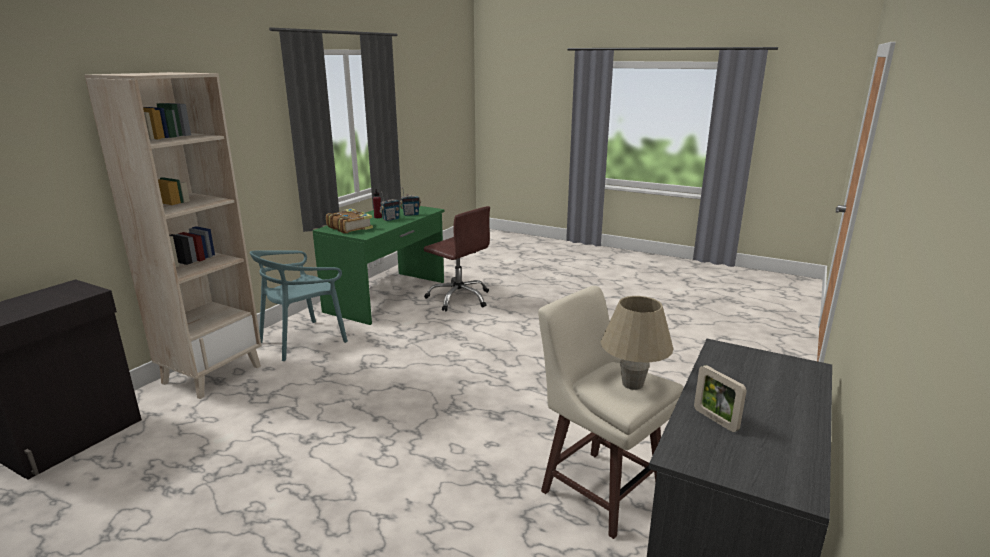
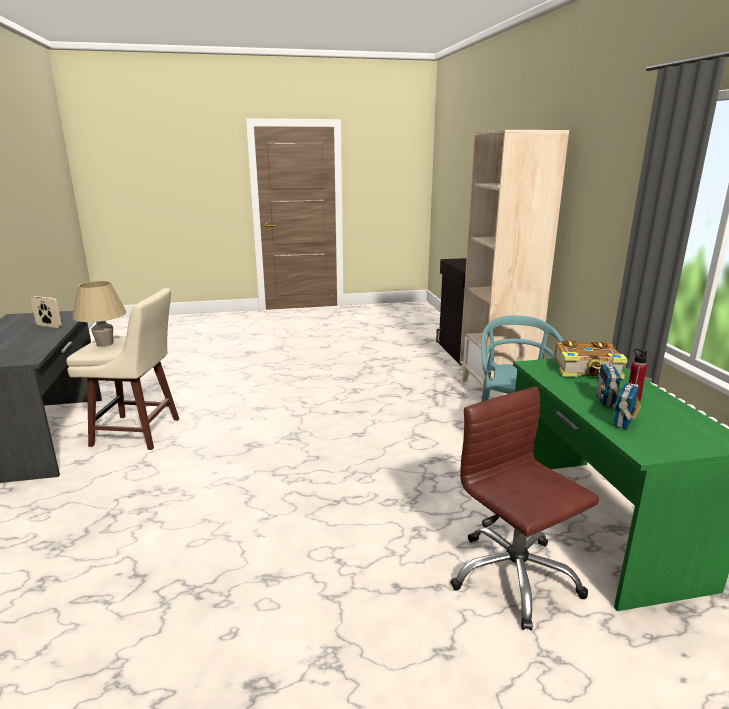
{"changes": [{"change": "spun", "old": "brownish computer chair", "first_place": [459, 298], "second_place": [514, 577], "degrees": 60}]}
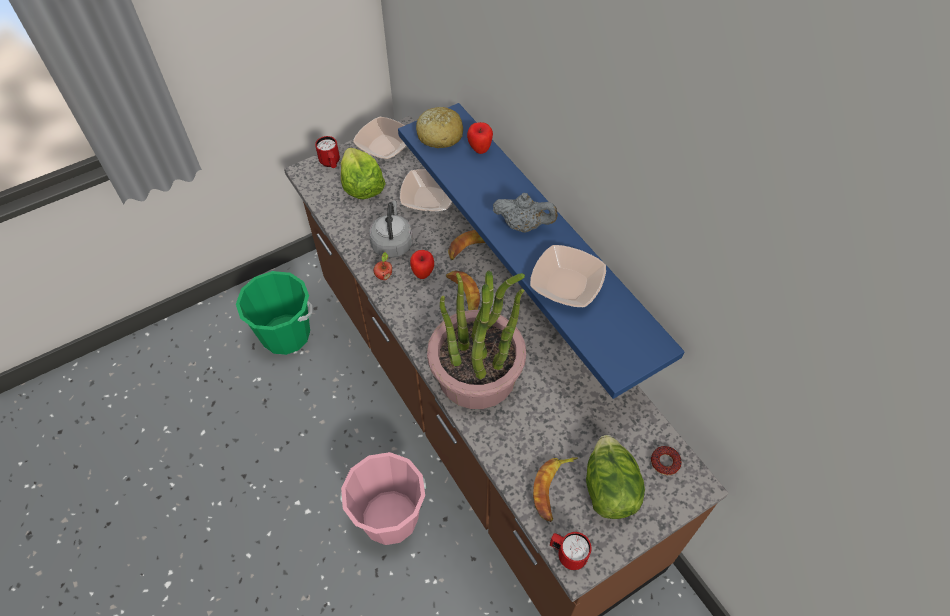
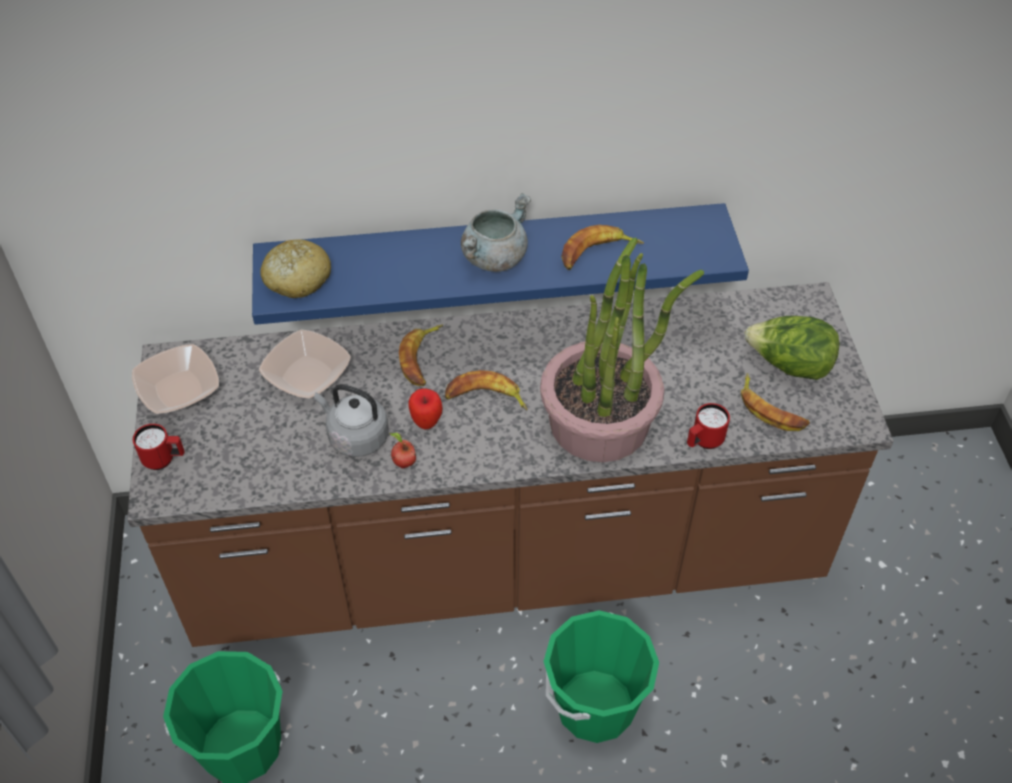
{"changes": [{"change": "missing", "old": "lettuce", "first_place": [362, 186]}, {"change": "missing", "old": "apple", "first_place": [480, 150]}, {"change": "missing", "old": "doughnut", "first_place": [665, 462]}, {"change": "relocated", "old": "red coffee mug", "first_place": [567, 554], "second_place": [703, 442]}, {"change": "exchanged", "old": "greyish tea pot", "new": "greyish saucepot", "first_place": [523, 225], "second_place": [494, 257]}, {"change": "exchanged", "old": "bowl", "new": "banana", "first_place": [566, 284], "second_place": [597, 253]}, {"change": "colour", "old": "pinkish bucket", "new": "green-coloured bucket", "first_place": [390, 517], "second_place": [594, 706]}]}
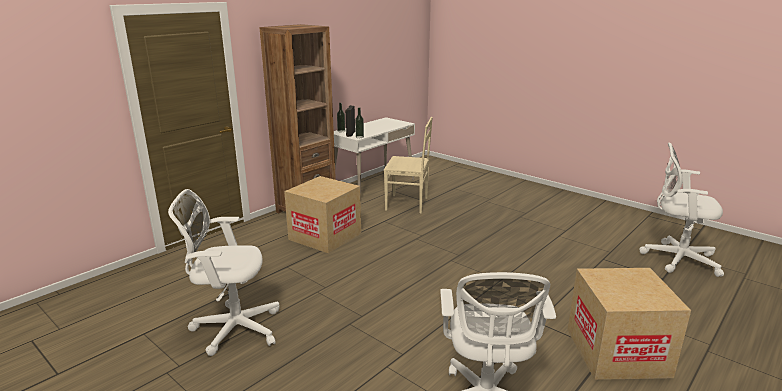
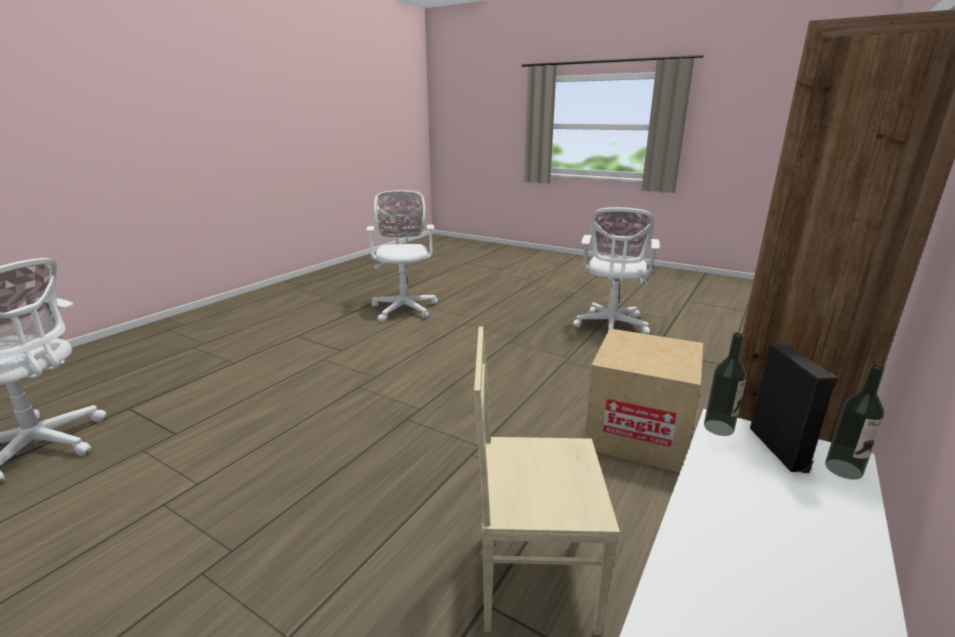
{"changes": [{"change": "missing", "old": "cardboard box", "first_place": [617, 352]}, {"change": "spun", "old": "white-coloured computer chair", "first_place": [233, 328], "second_place": [611, 327], "degrees": 120}]}
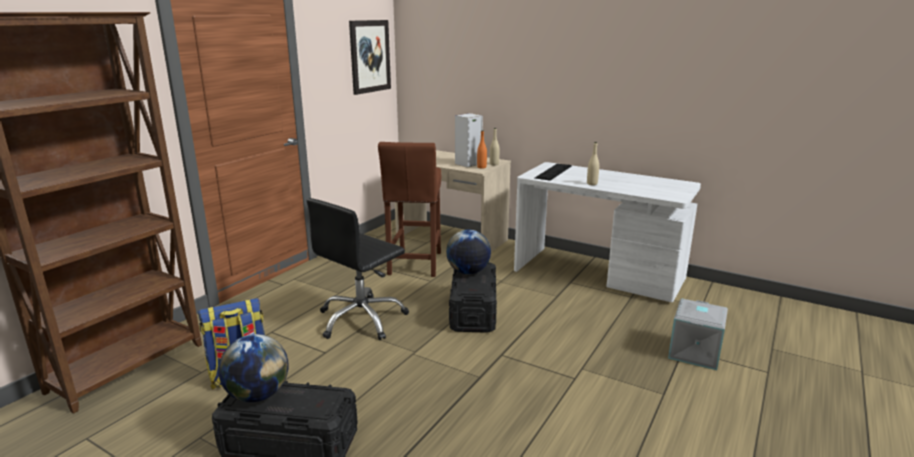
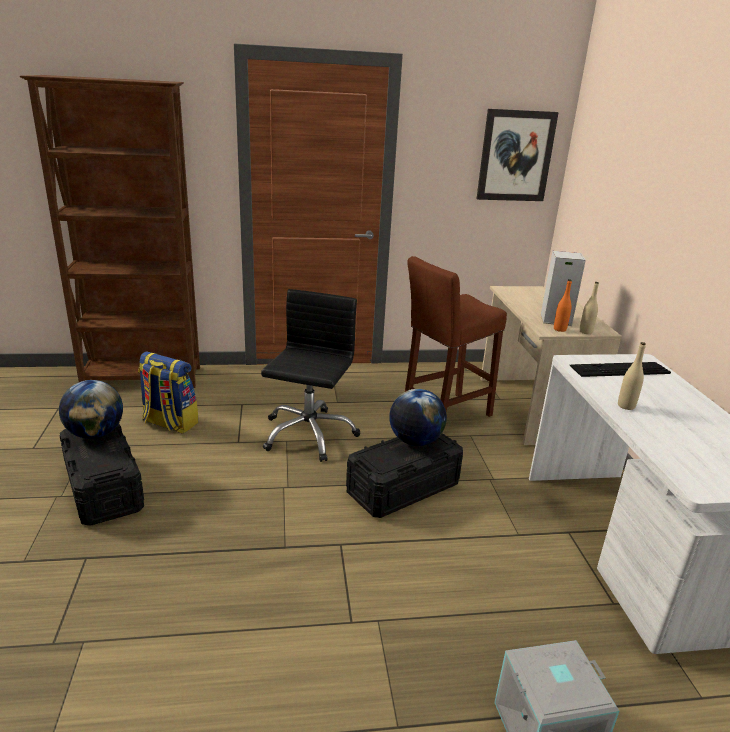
{"changes": [{"change": "spun", "old": "black-coloured computer chair", "first_place": [362, 319], "second_place": [308, 434], "degrees": 105}]}
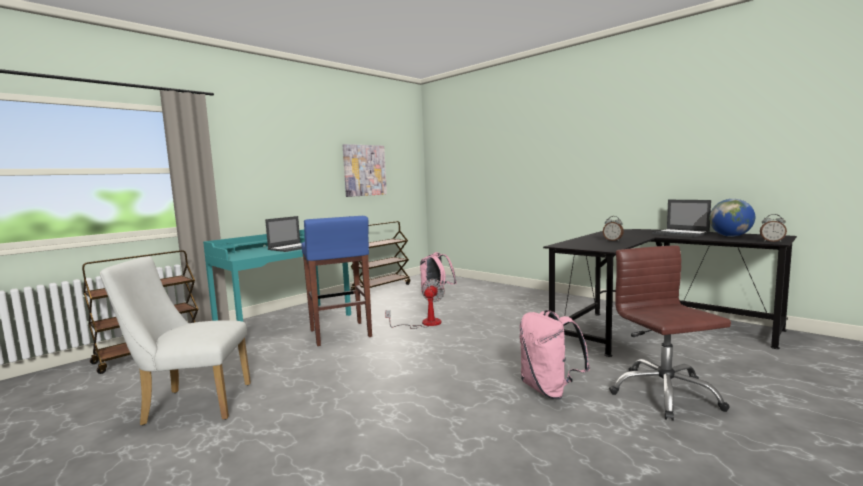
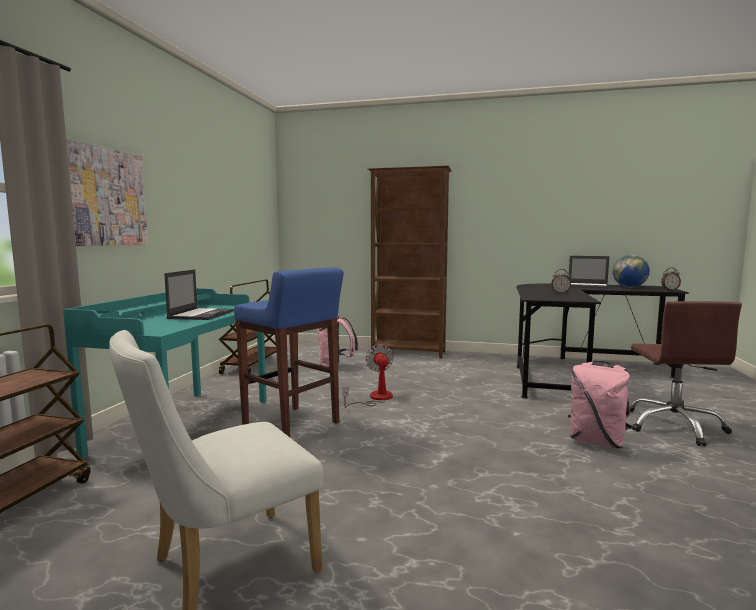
{"changes": [{"change": "appeared", "new": "brownish shelving unit", "second_place": [409, 353]}, {"change": "relocated", "old": "wall art", "first_place": [364, 170], "second_place": [106, 197]}, {"change": "spun", "old": "brownish computer chair", "first_place": [664, 394], "second_place": [674, 426], "degrees": -135}]}
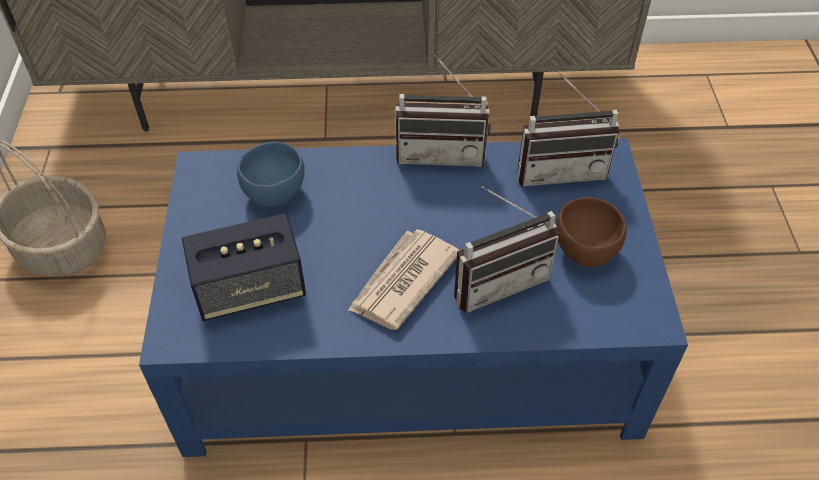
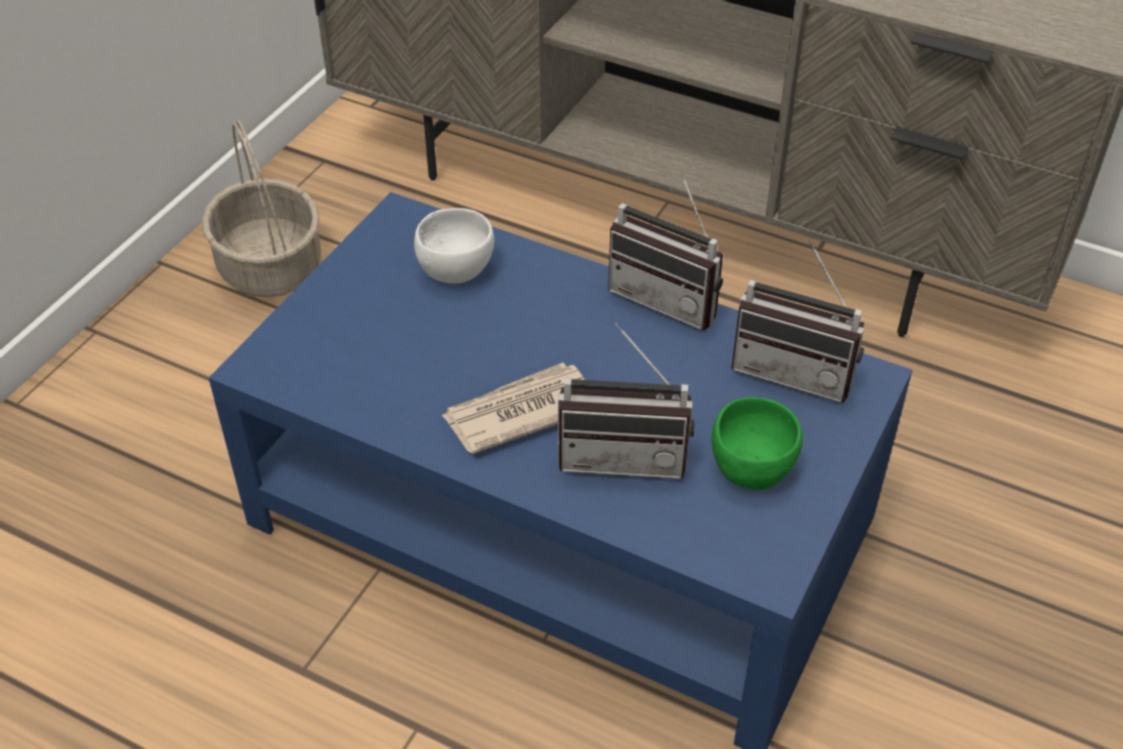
{"changes": [{"change": "missing", "old": "audio speaker", "first_place": [250, 289]}, {"change": "colour", "old": "blue-coloured bowl", "new": "white-coloured bowl", "first_place": [273, 192], "second_place": [454, 269]}, {"change": "colour", "old": "brownish bowl", "new": "green-coloured bowl", "first_place": [584, 252], "second_place": [749, 469]}]}
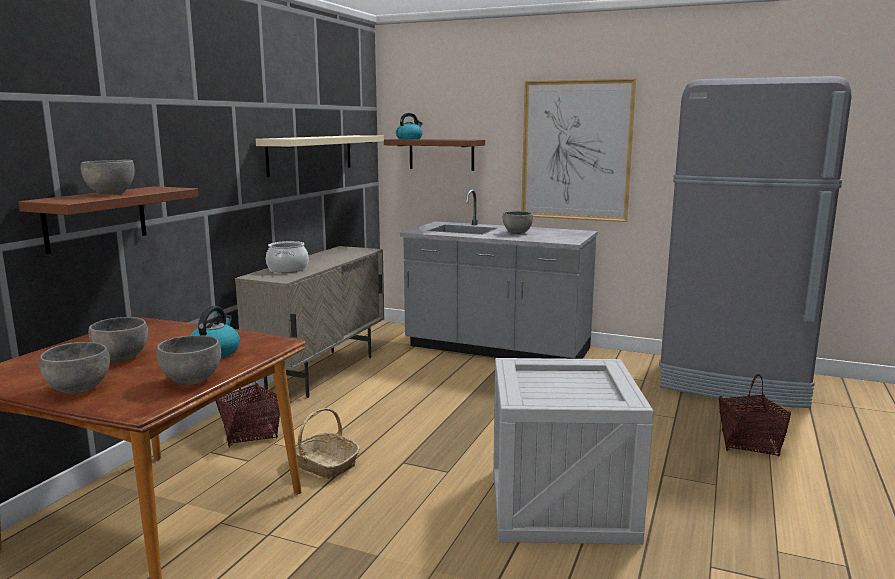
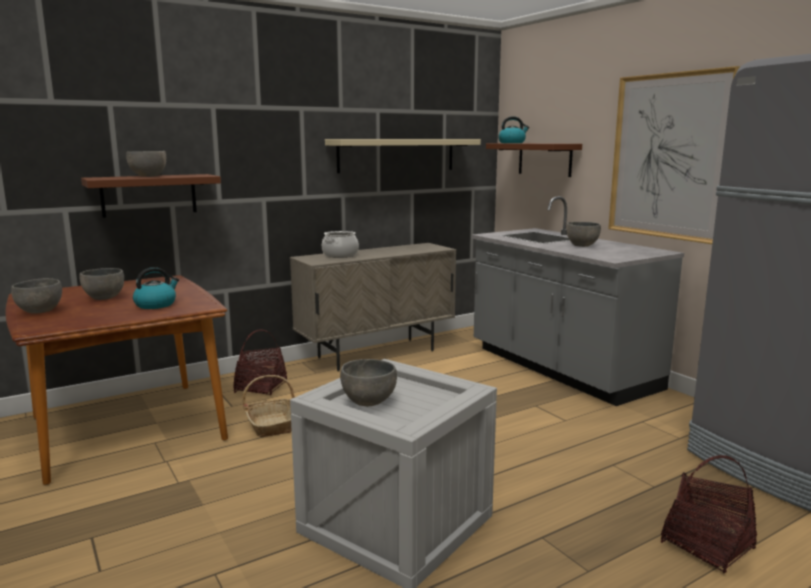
{"changes": [{"change": "relocated", "old": "greyish bowl", "first_place": [191, 381], "second_place": [368, 402]}]}
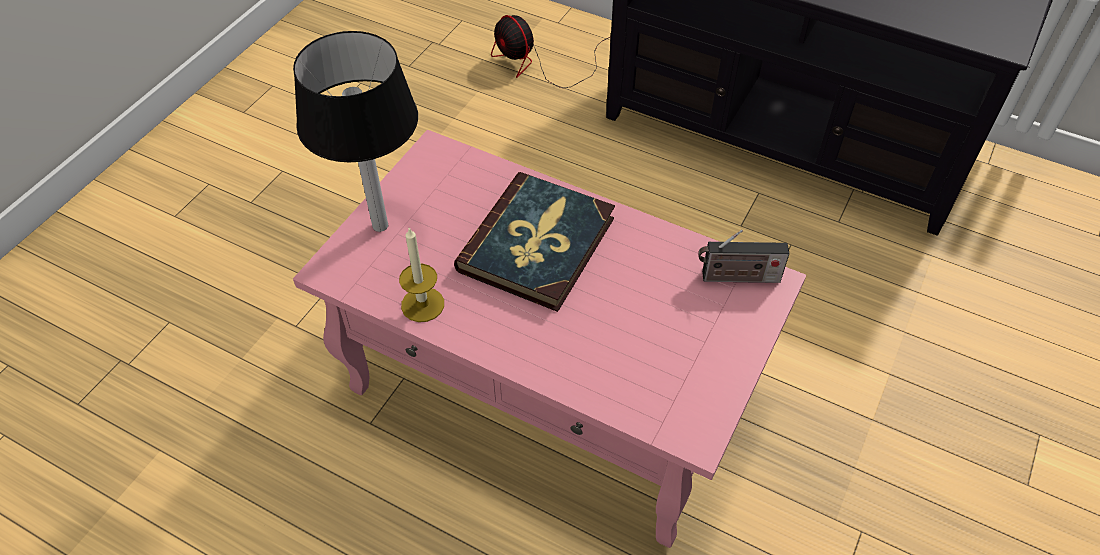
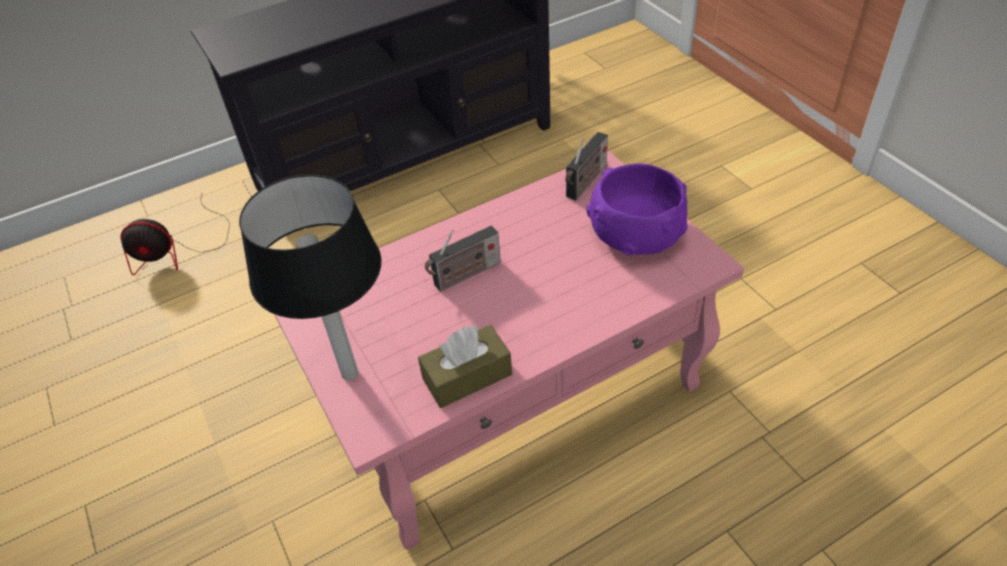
{"changes": [{"change": "appeared", "new": "purplish bowl", "second_place": [635, 231]}, {"change": "exchanged", "old": "wax candle", "new": "brownish box of tissues", "first_place": [422, 304], "second_place": [467, 376]}, {"change": "exchanged", "old": "book", "new": "radio receiver", "first_place": [538, 245], "second_place": [465, 275]}]}
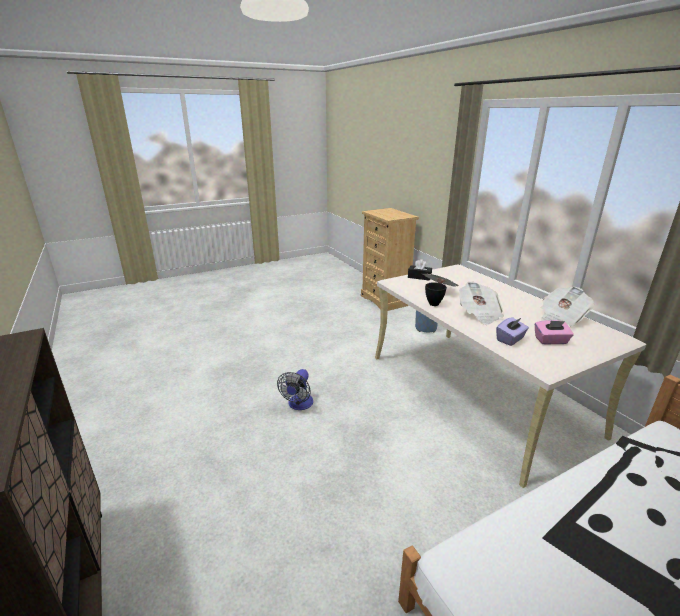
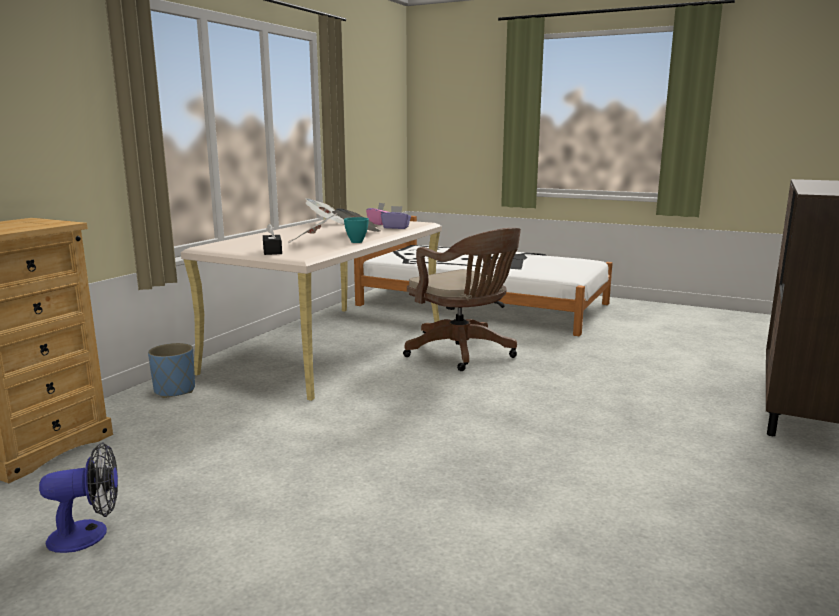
{"changes": [{"change": "appeared", "new": "brownish computer chair", "second_place": [463, 353]}, {"change": "relocated", "old": "cooling fan", "first_place": [299, 405], "second_place": [89, 534]}, {"change": "colour", "old": "black-coloured bowl", "new": "turquoise-coloured bowl", "first_place": [433, 304], "second_place": [356, 242]}]}
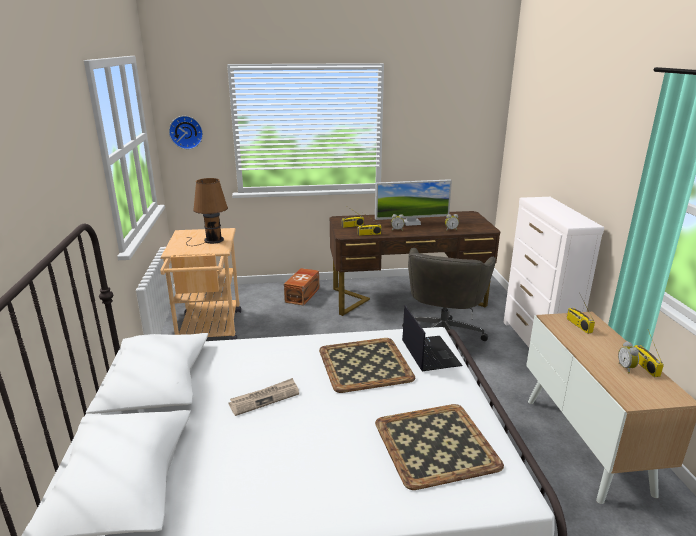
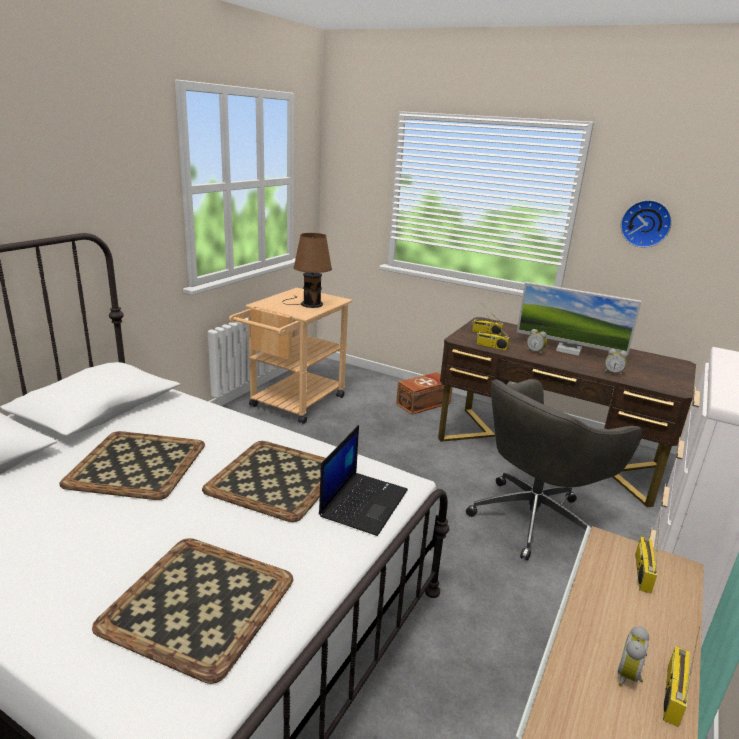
{"changes": [{"change": "relocated", "old": "clock on the wall", "first_place": [186, 132], "second_place": [646, 223]}, {"change": "exchanged", "old": "daily paper", "new": "carrying tray", "first_place": [265, 398], "second_place": [138, 464]}]}
